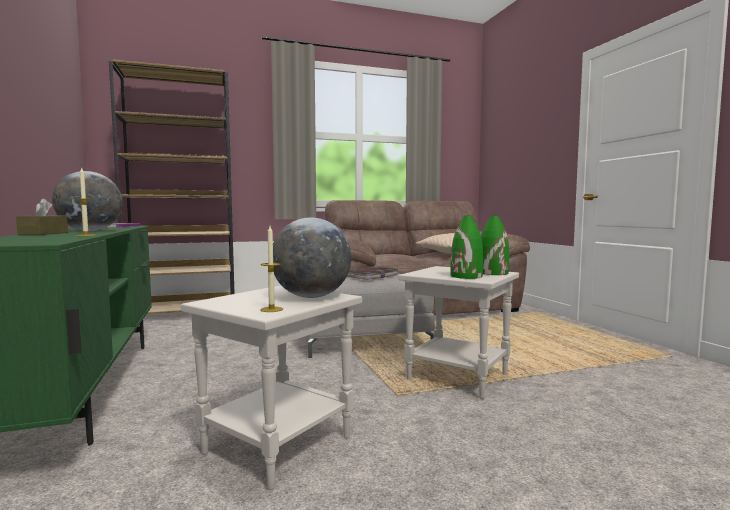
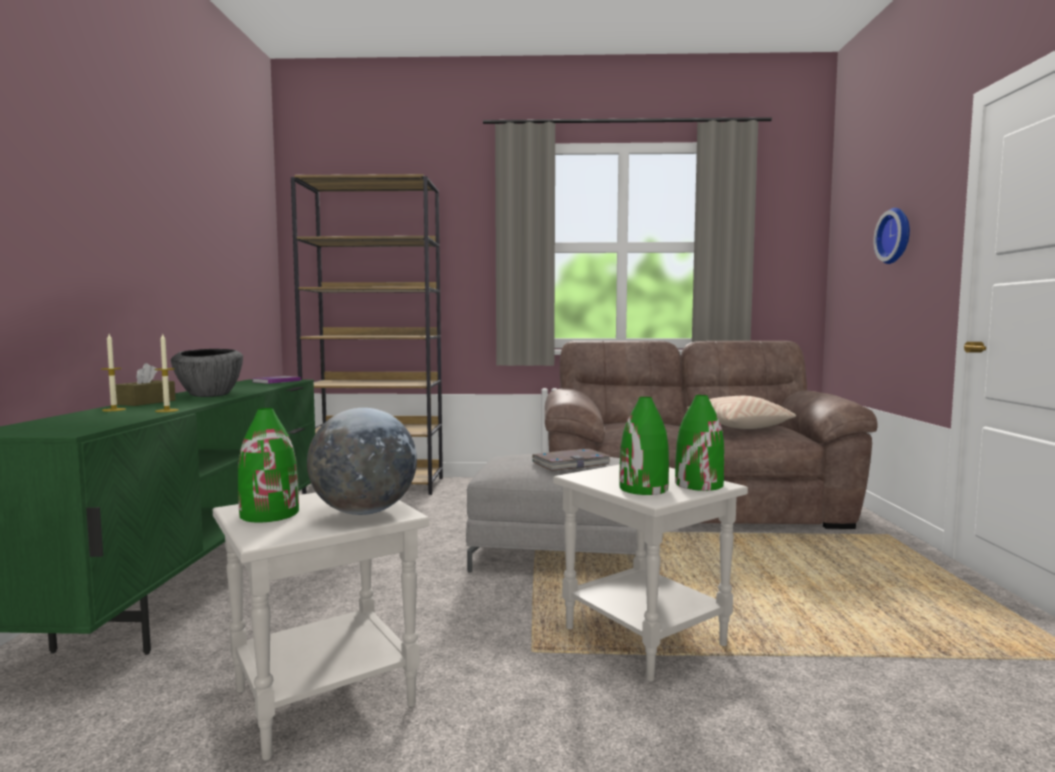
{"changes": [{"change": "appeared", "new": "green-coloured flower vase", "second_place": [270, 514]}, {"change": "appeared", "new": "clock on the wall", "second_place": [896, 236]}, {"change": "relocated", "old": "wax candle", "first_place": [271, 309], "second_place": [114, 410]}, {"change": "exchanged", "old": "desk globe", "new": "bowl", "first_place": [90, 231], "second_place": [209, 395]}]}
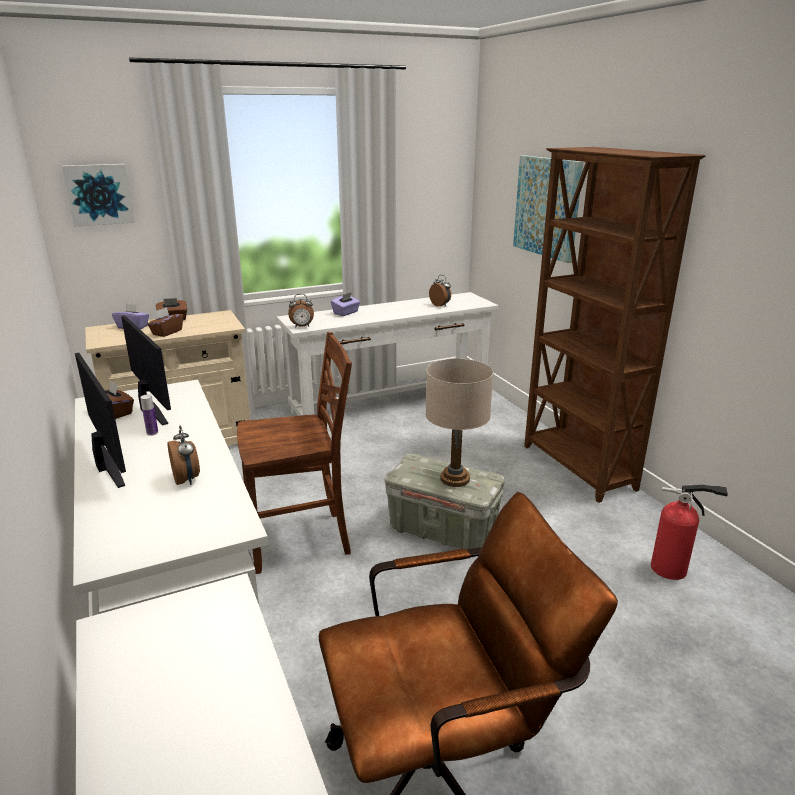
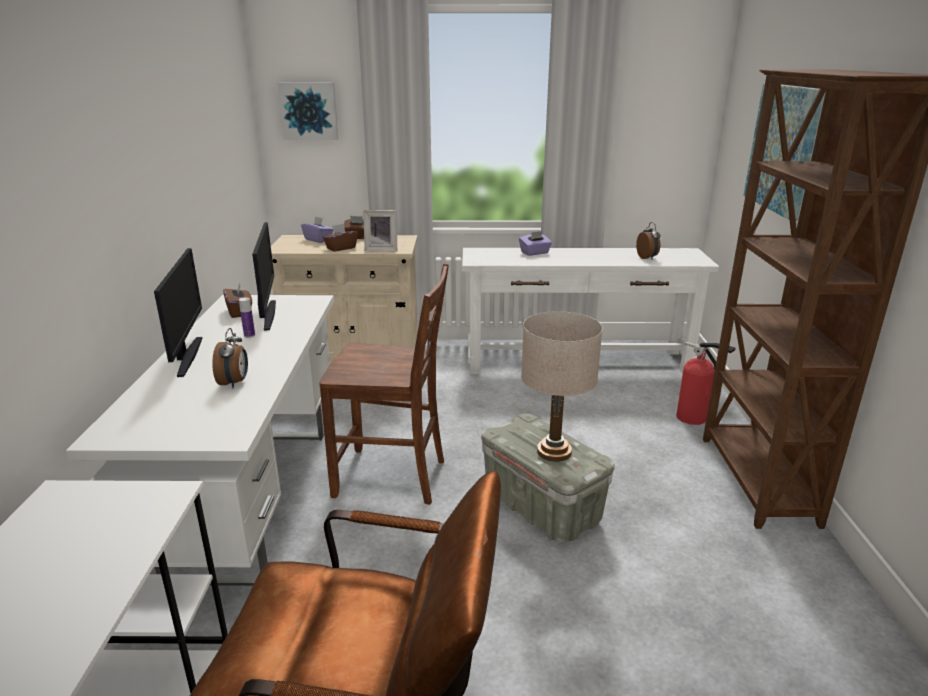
{"changes": [{"change": "missing", "old": "table clock", "first_place": [302, 327]}, {"change": "appeared", "new": "standing frame", "second_place": [381, 249]}, {"change": "relocated", "old": "extinguisher", "first_place": [673, 569], "second_place": [694, 418]}]}
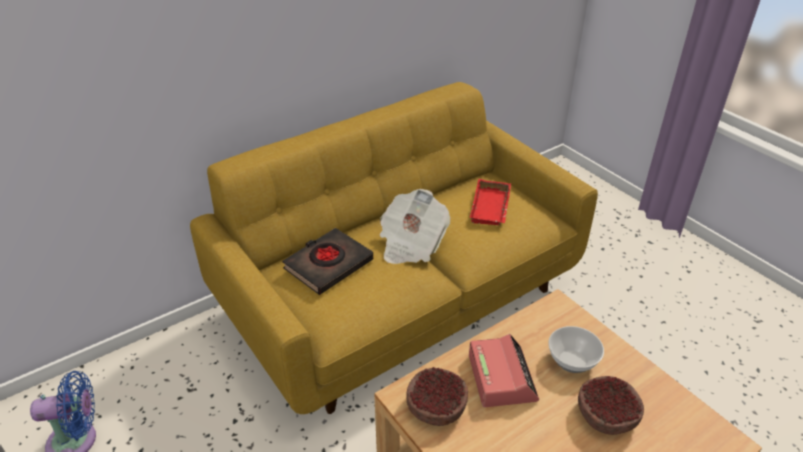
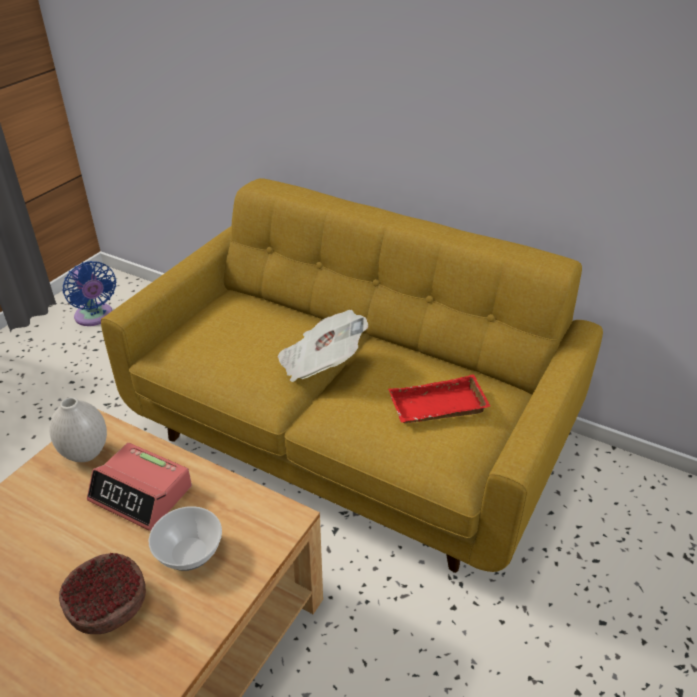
{"changes": [{"change": "missing", "old": "black-coloured book", "first_place": [328, 265]}, {"change": "exchanged", "old": "bowl", "new": "white-coloured flower vase", "first_place": [437, 406], "second_place": [86, 454]}, {"change": "spun", "old": "table clock", "first_place": [501, 377], "second_place": [141, 494], "degrees": 60}]}
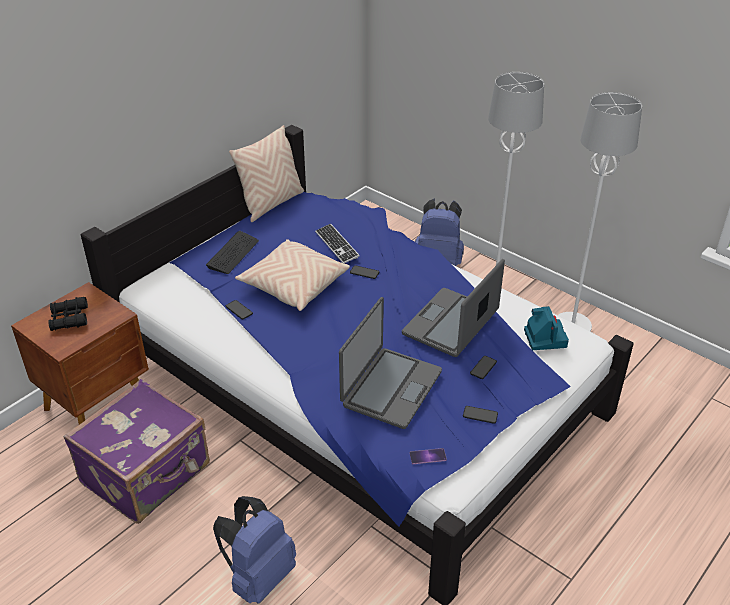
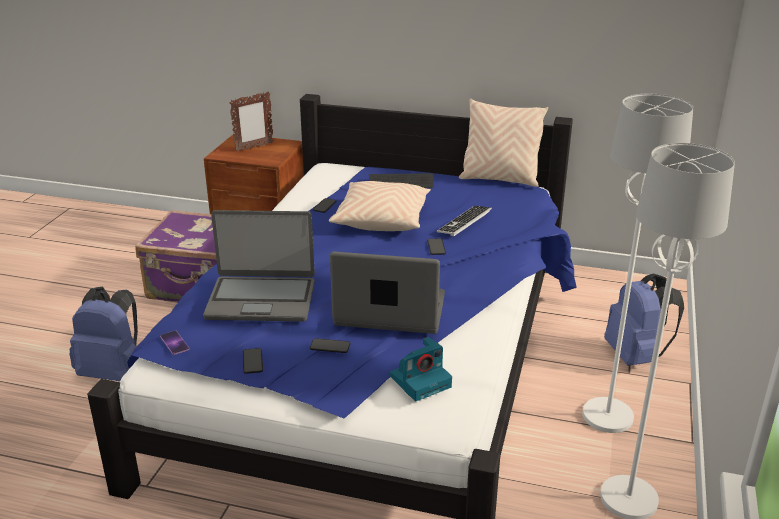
{"changes": [{"change": "exchanged", "old": "black-coloured field glasses", "new": "standing frame", "first_place": [69, 319], "second_place": [254, 147]}]}
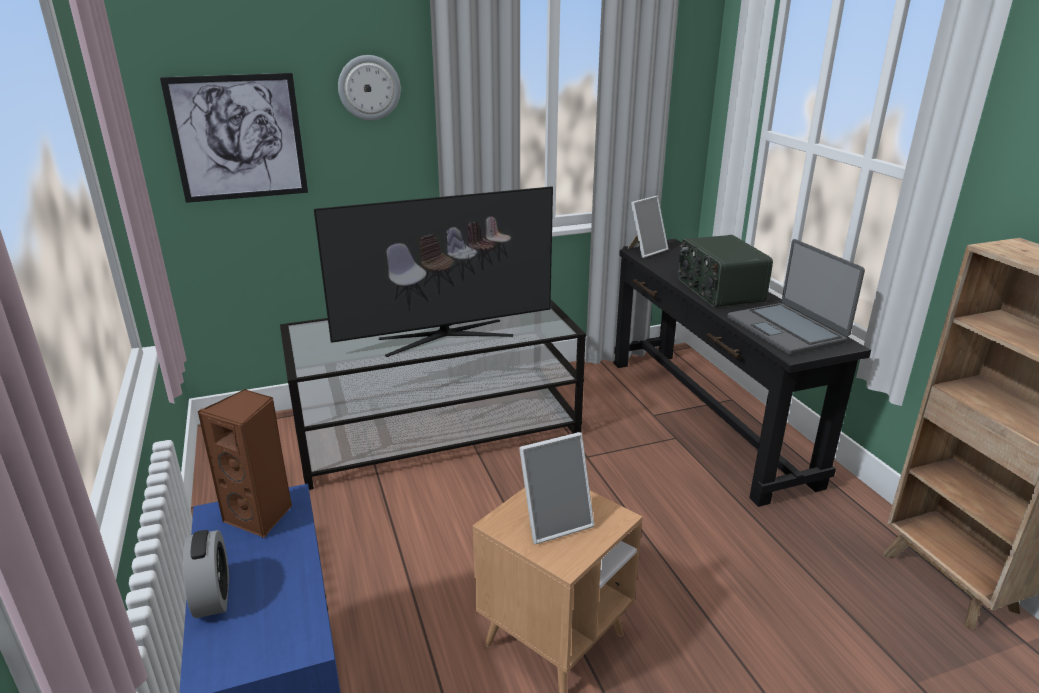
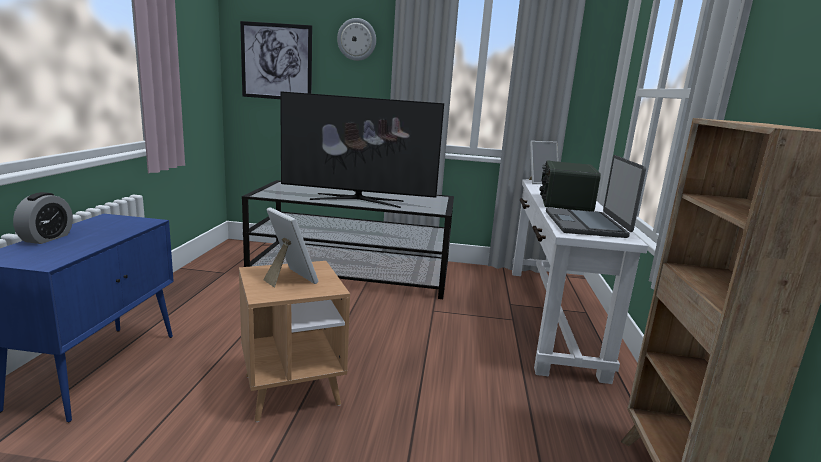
{"changes": [{"change": "missing", "old": "brownish audio speaker", "first_place": [261, 516]}, {"change": "colour", "old": "black-coloured console table", "new": "white-coloured console table", "first_place": [704, 417], "second_place": [550, 315]}, {"change": "spun", "old": "standing frame", "first_place": [555, 521], "second_place": [288, 279], "degrees": -135}]}
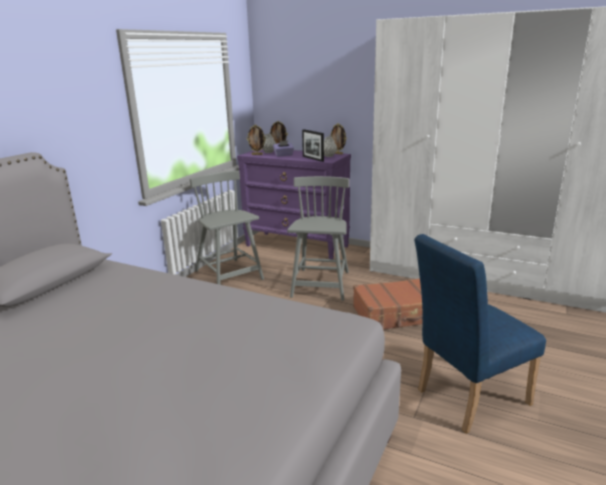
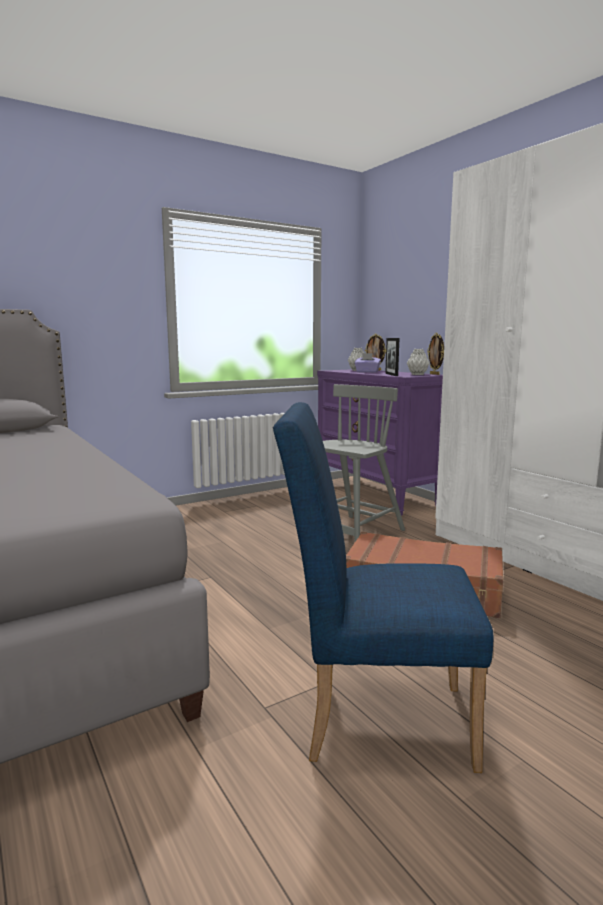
{"changes": [{"change": "missing", "old": "greyish chair", "first_place": [229, 276]}, {"change": "missing", "old": "standing frame", "first_place": [257, 154]}]}
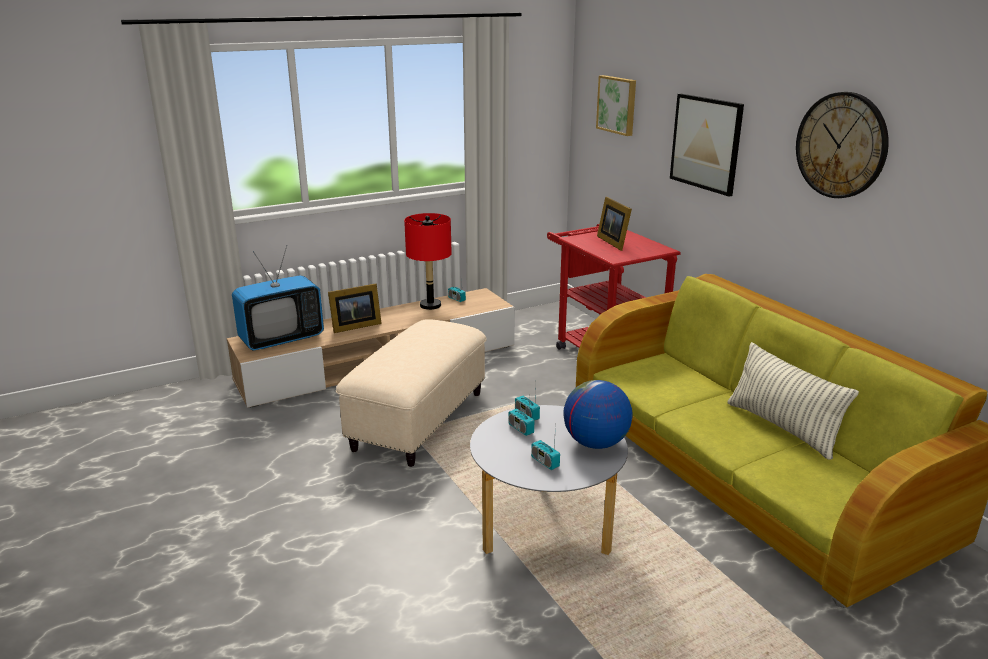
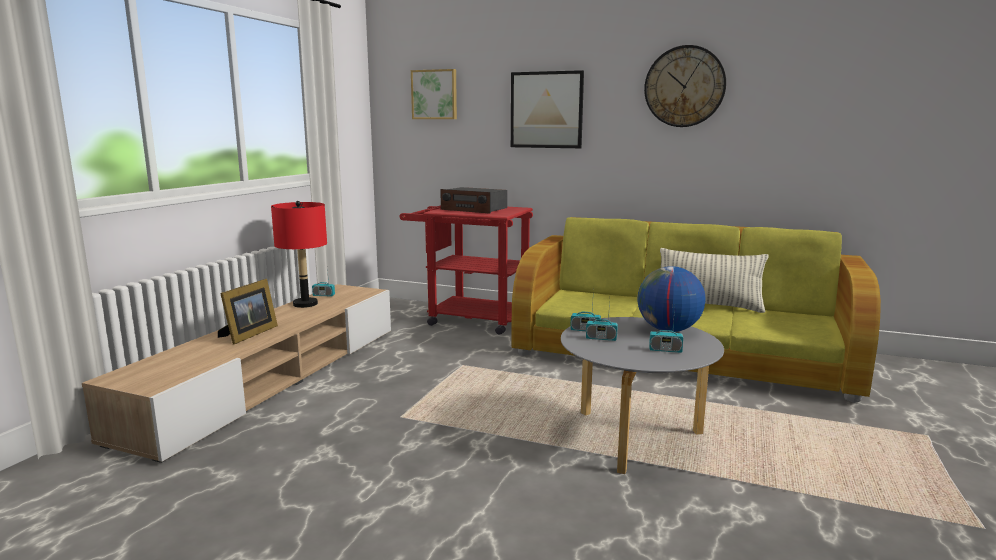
{"changes": [{"change": "missing", "old": "TV", "first_place": [281, 339]}, {"change": "missing", "old": "sand-coloured ottoman", "first_place": [418, 420]}, {"change": "exchanged", "old": "standing frame", "new": "radio receiver", "first_place": [614, 242], "second_place": [474, 209]}]}
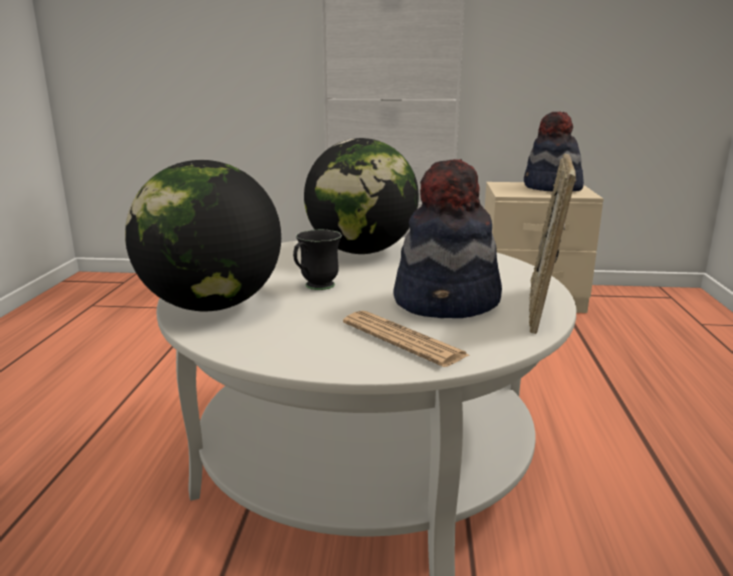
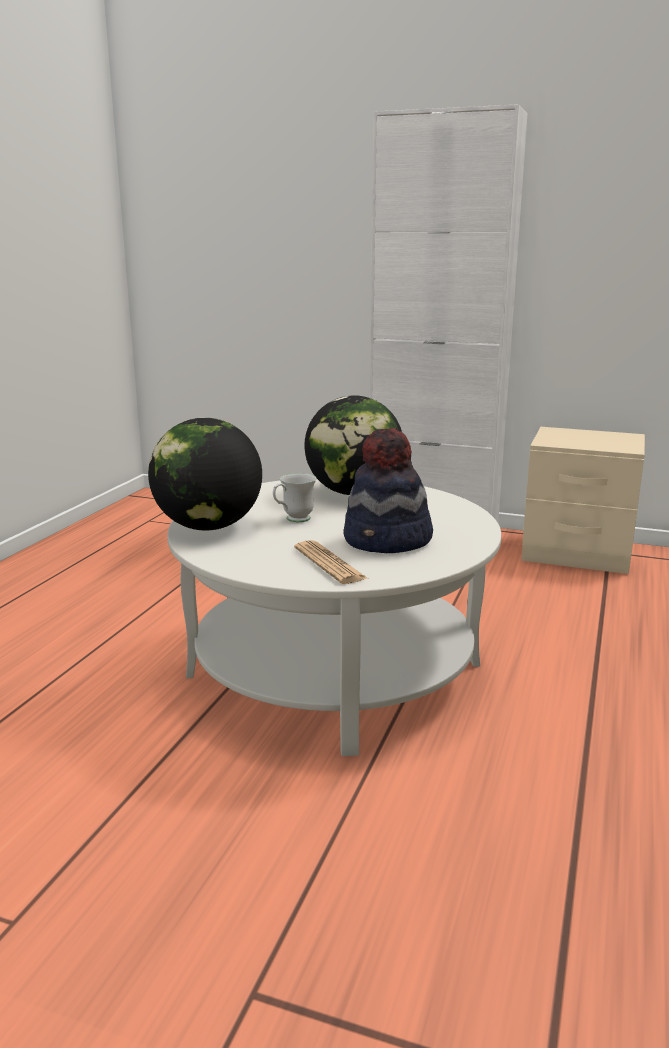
{"changes": [{"change": "missing", "old": "hat", "first_place": [552, 188]}, {"change": "missing", "old": "standing frame", "first_place": [543, 309]}, {"change": "colour", "old": "black-coloured coffee mug", "new": "white-coloured coffee mug", "first_place": [315, 287], "second_place": [293, 520]}]}
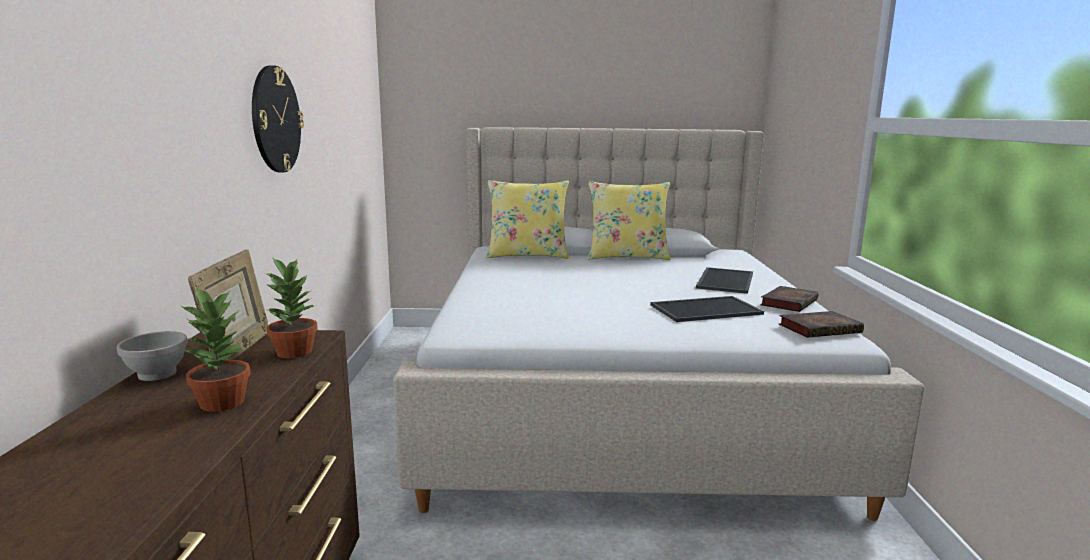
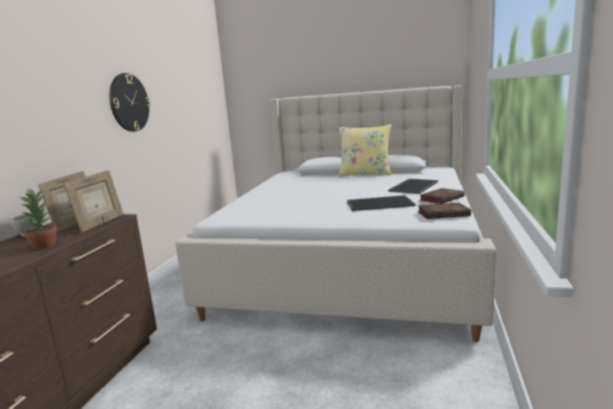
{"changes": [{"change": "missing", "old": "yellow throw pillow", "first_place": [527, 255]}, {"change": "exchanged", "old": "plant in a pot", "new": "standing frame", "first_place": [294, 352], "second_place": [100, 224]}]}
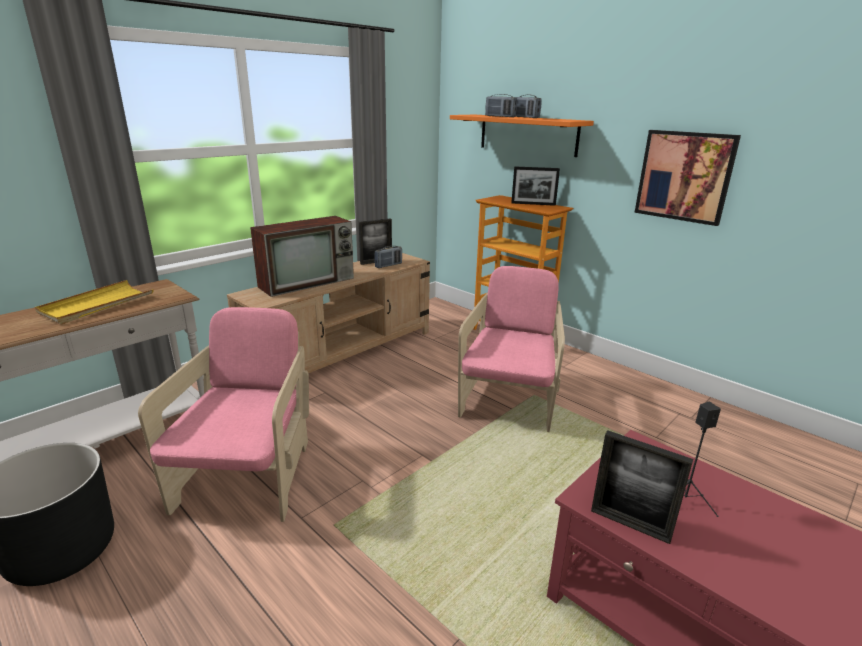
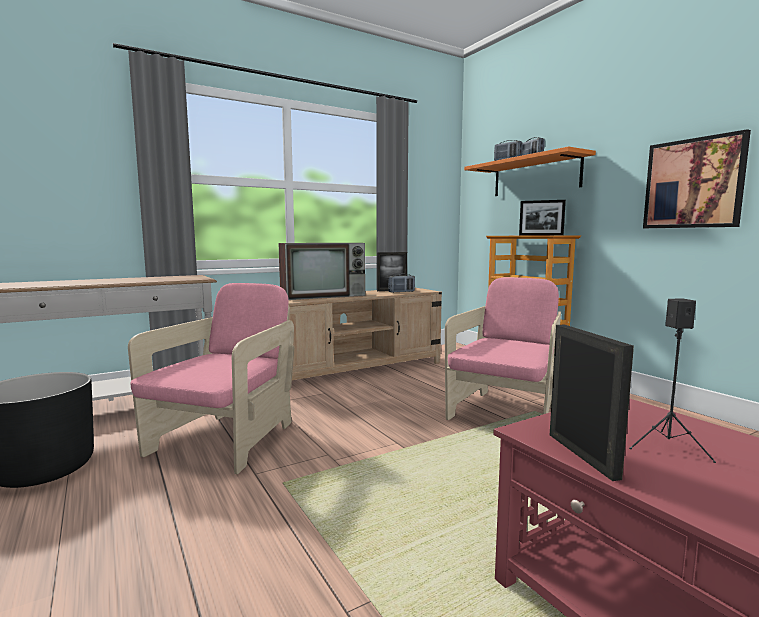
{"changes": [{"change": "missing", "old": "yellow carrying tray", "first_place": [97, 305]}, {"change": "spun", "old": "standing frame", "first_place": [630, 524], "second_place": [582, 455], "degrees": -150}]}
